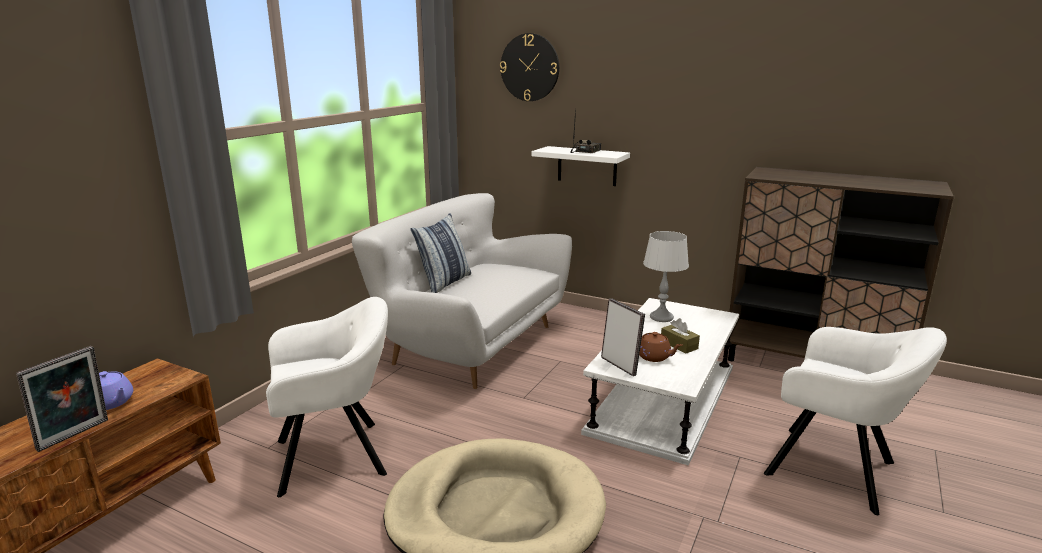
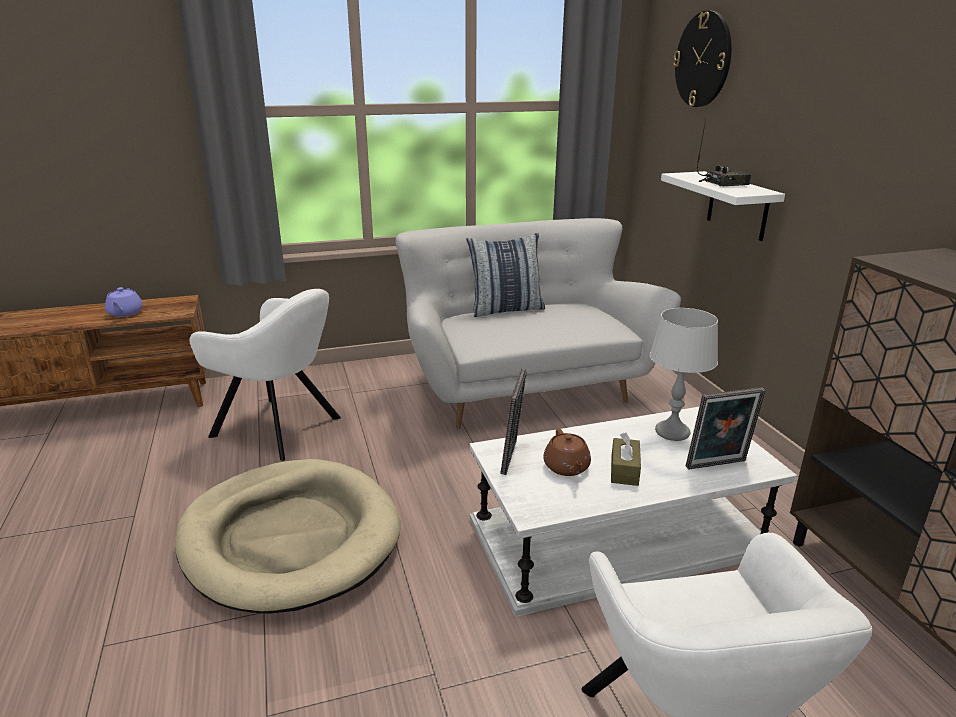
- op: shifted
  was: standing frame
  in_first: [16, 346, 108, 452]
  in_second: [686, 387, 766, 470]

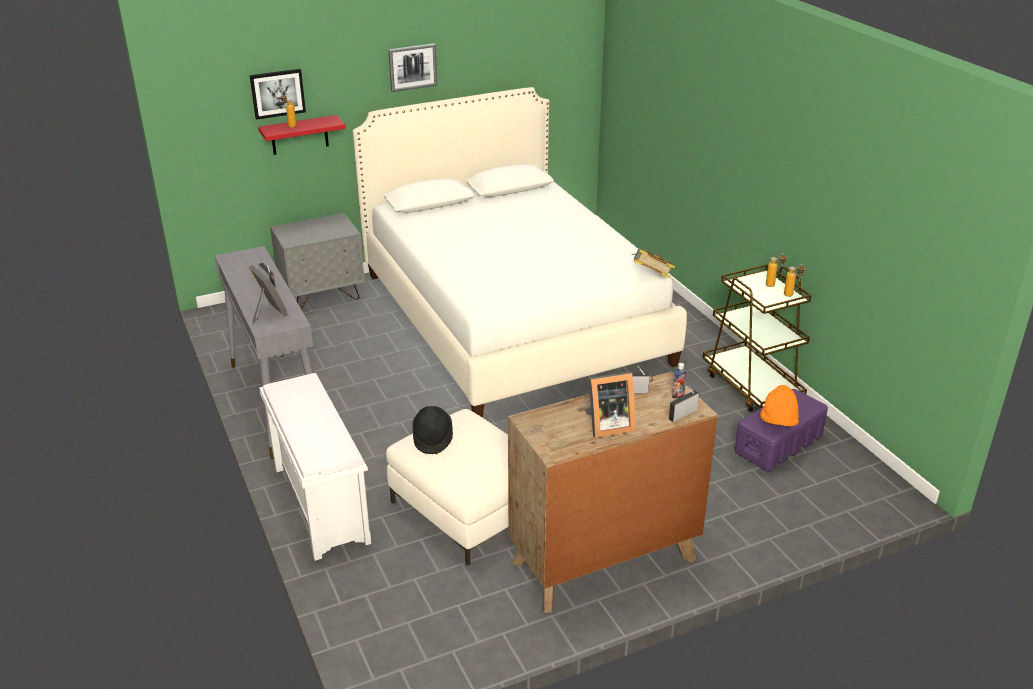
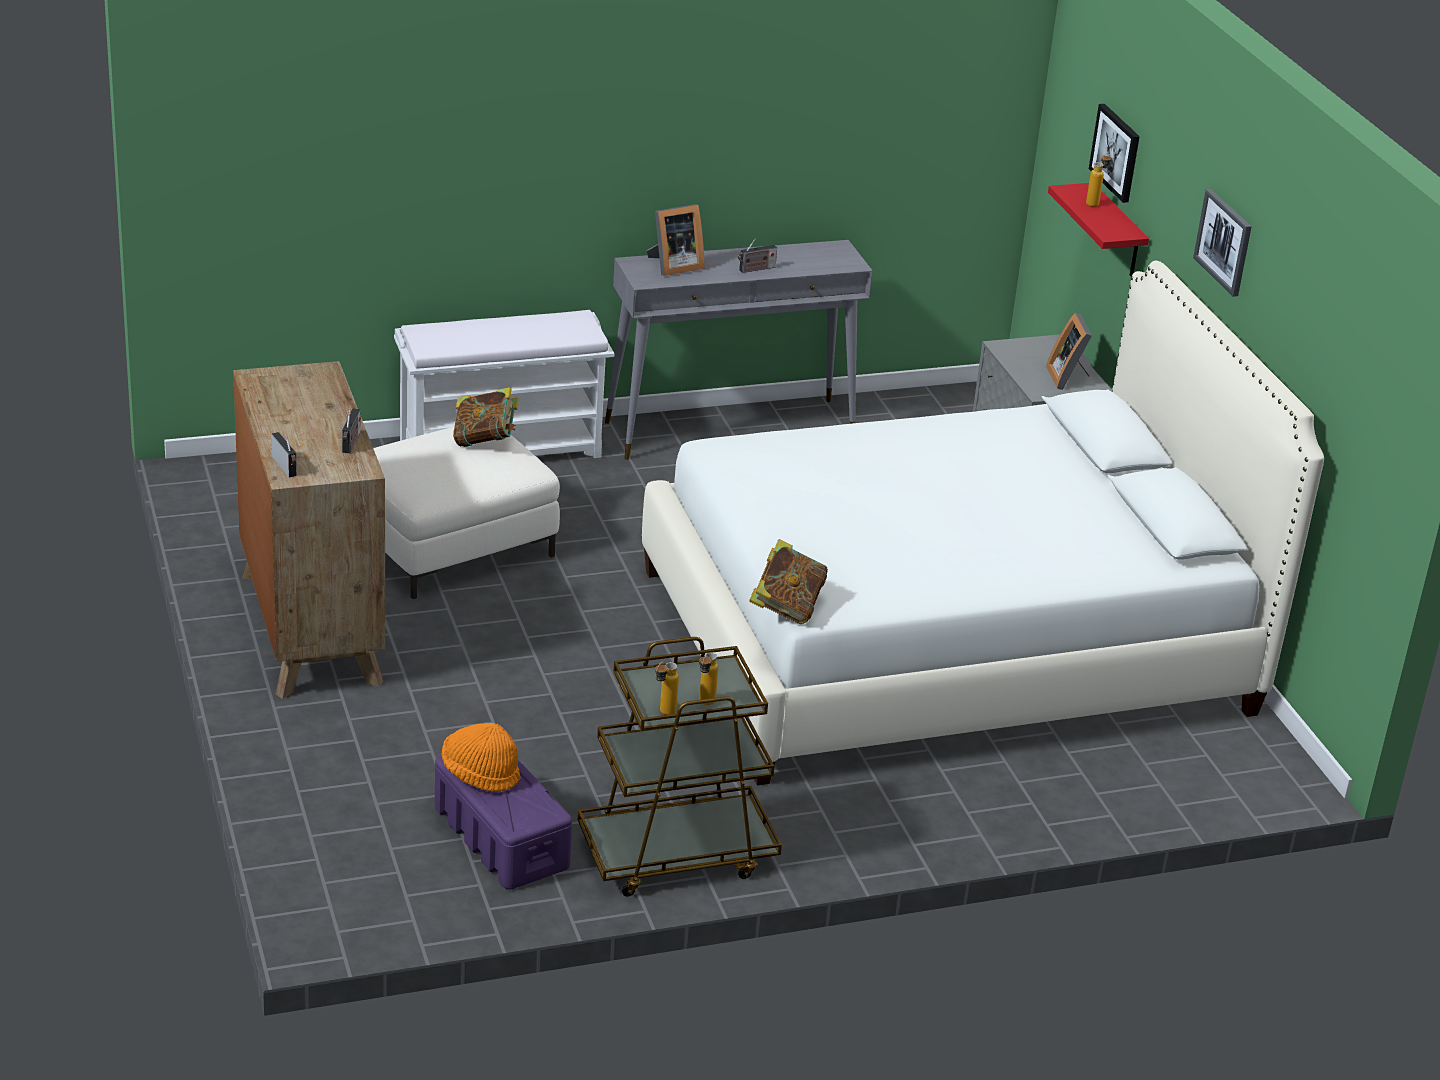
- op: gone
  was: bottle
  in_first: [672, 363, 687, 399]
- op: shifted
  was: standing frame
  in_first: [584, 372, 636, 438]
  in_second: [1046, 313, 1093, 390]
- op: swapped
  was: wearable hat (black)
  now: book
  in_first: [413, 406, 453, 454]
  in_second: [453, 387, 519, 447]

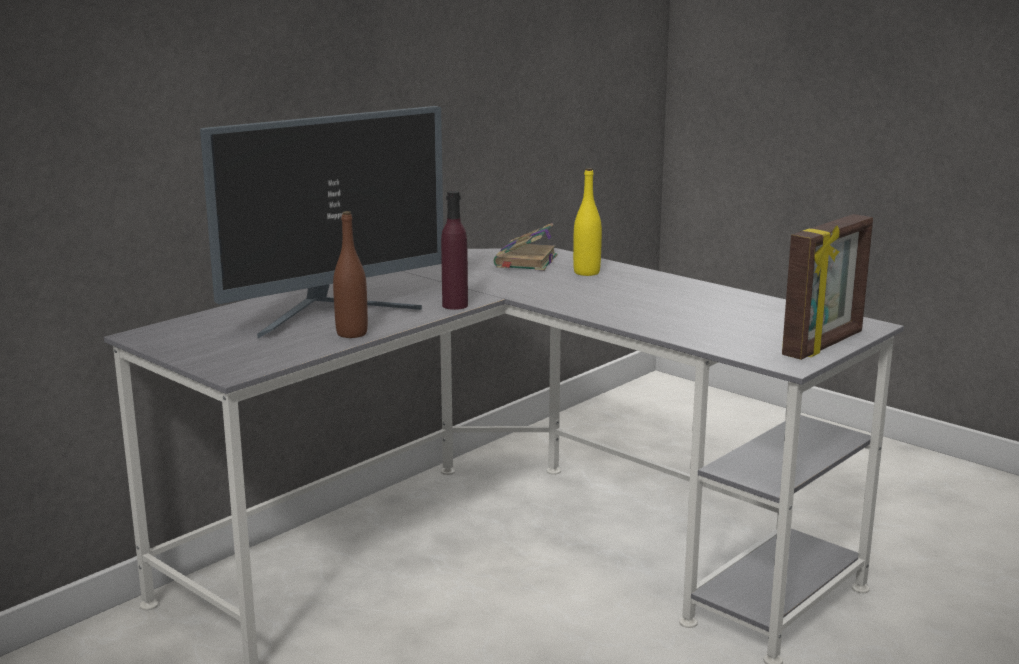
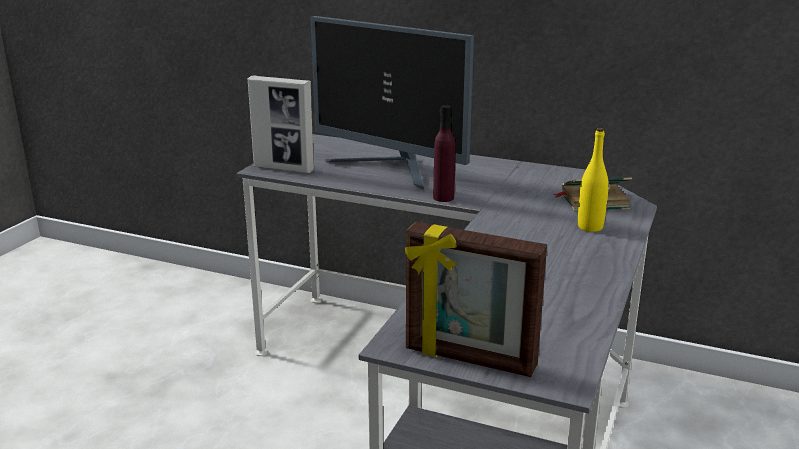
- op: gone
  was: bottle (brownish)
  in_first: [333, 211, 368, 338]
- op: new
  now: standing frame
  in_second: [248, 75, 314, 173]

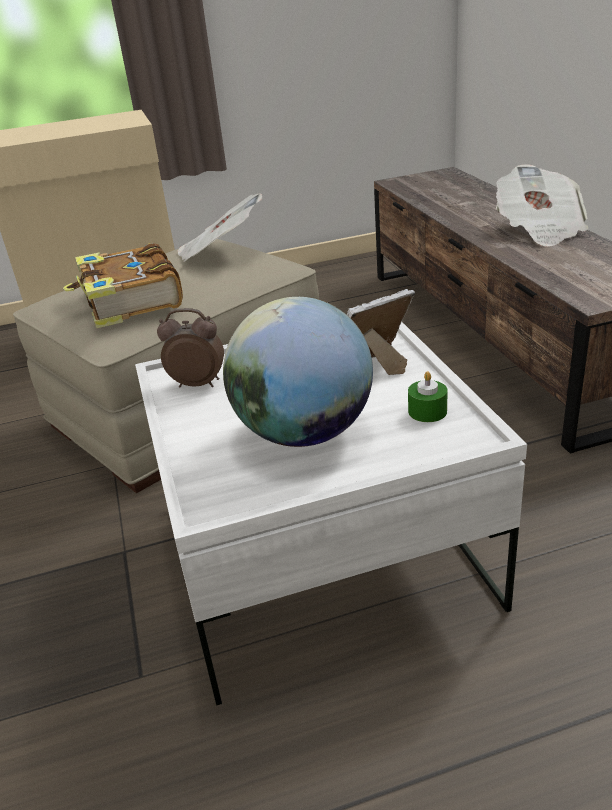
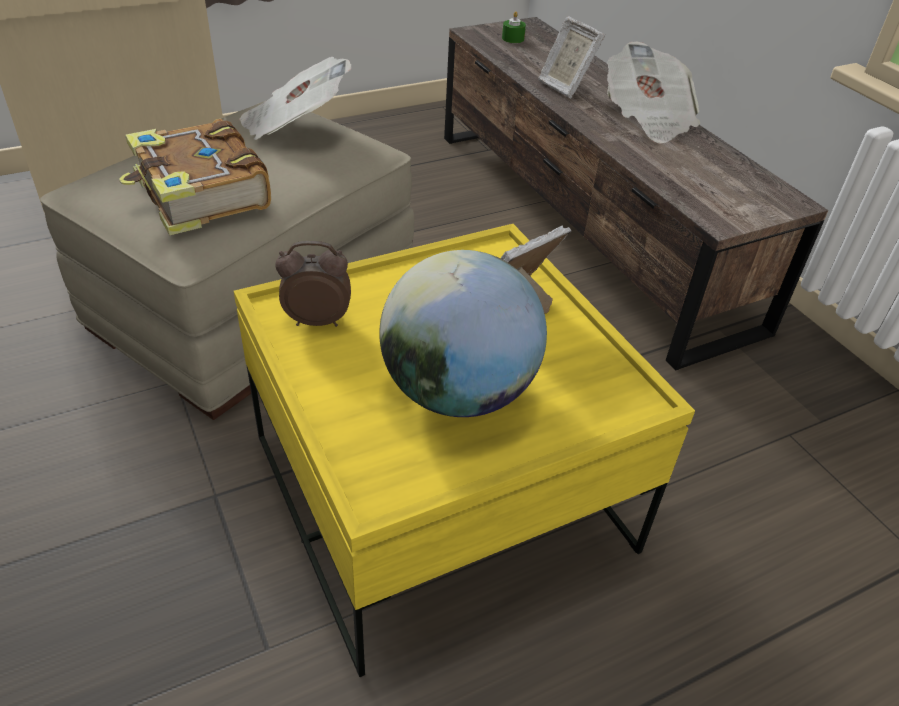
- op: repainted
  was: coffee table (white)
  now: coffee table (yellow)
  in_first: [135, 322, 527, 705]
  in_second: [234, 224, 695, 677]
- op: shifted
  was: candle (green-coloured)
  in_first: [408, 371, 448, 422]
  in_second: [502, 11, 526, 43]
- op: new
  now: standing frame
  in_second: [538, 16, 605, 98]

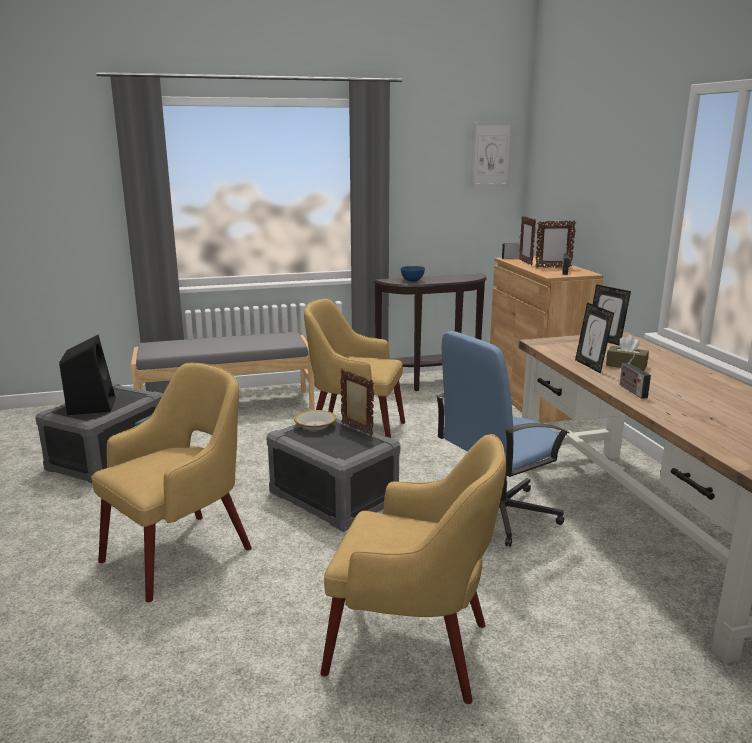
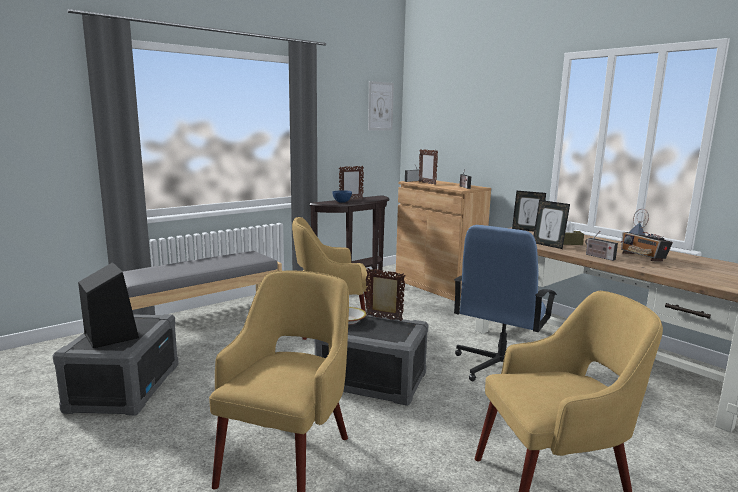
- op: shifted
  was: standing frame
  in_first: [535, 220, 576, 268]
  in_second: [339, 166, 364, 199]
- op: new
  now: radio
  in_second: [621, 209, 673, 261]

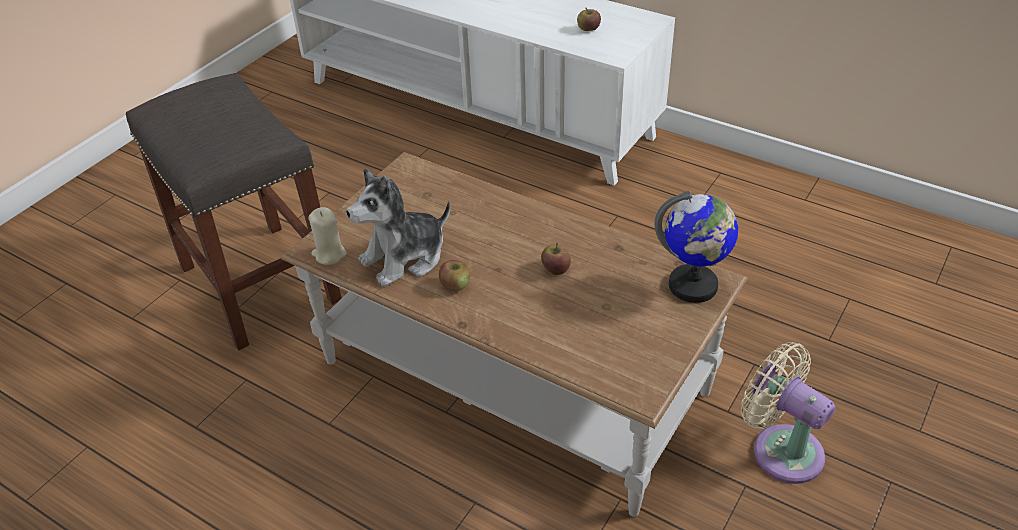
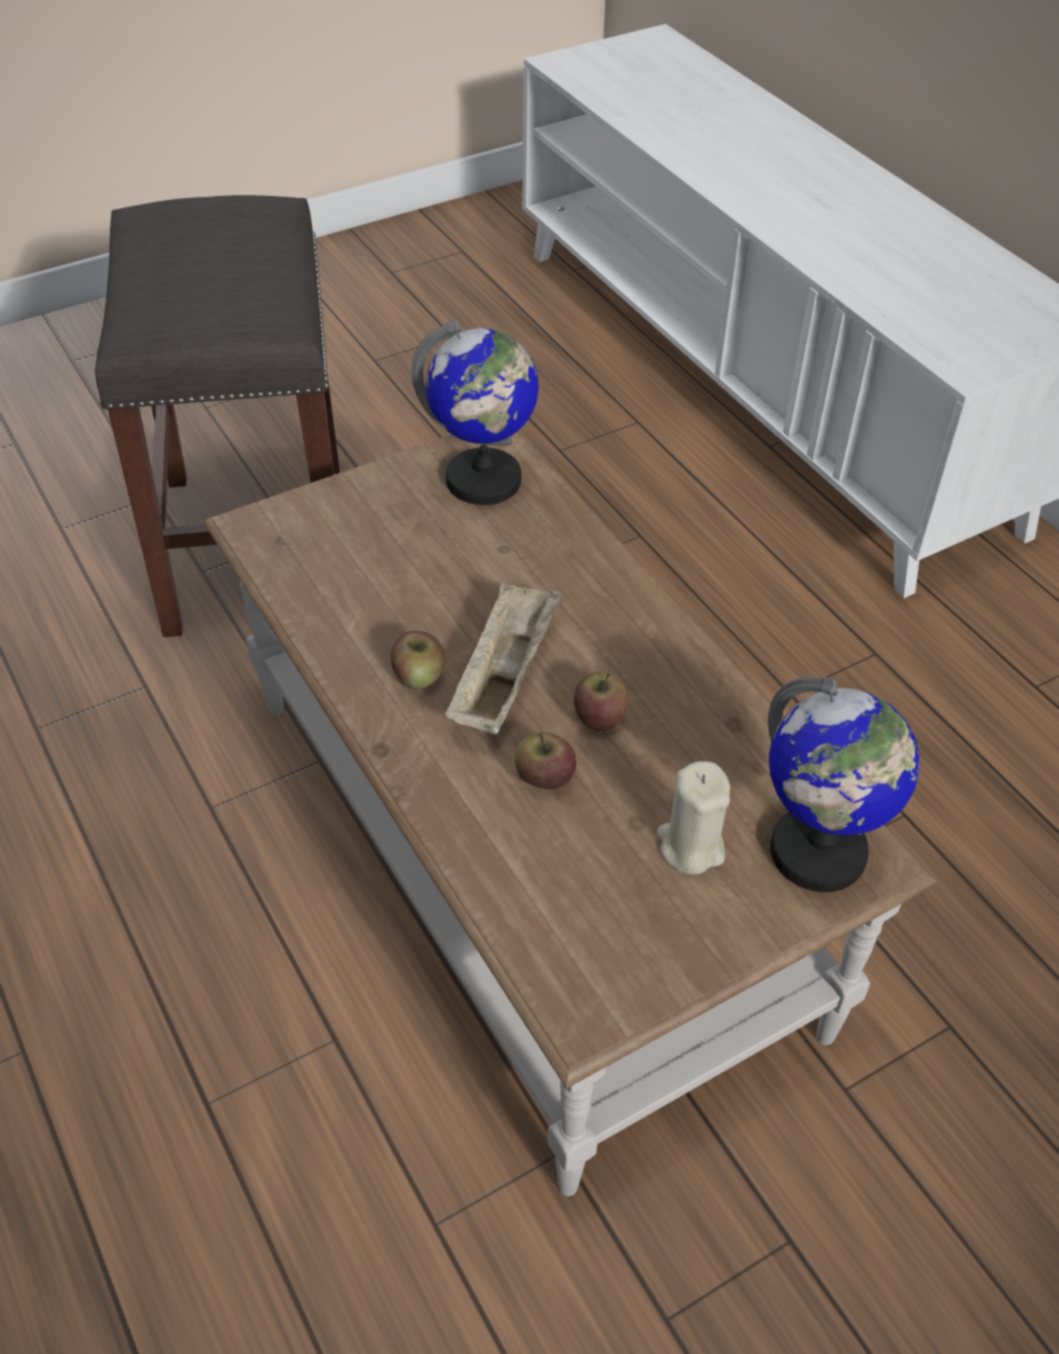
- op: shifted
  was: apple fruit
  in_first: [577, 8, 601, 31]
  in_second: [515, 732, 576, 789]
- op: gone
  was: soft toy
  in_first: [346, 168, 450, 287]
- op: shifted
  was: candle (beige)
  in_first: [308, 207, 347, 265]
  in_second: [657, 761, 730, 875]
- op: gone
  was: fan (beige)
  in_first: [741, 342, 835, 484]
- op: new
  now: world globe
  in_second: [412, 319, 539, 505]
- op: new
  now: tray (beige)
  in_second: [445, 582, 563, 734]

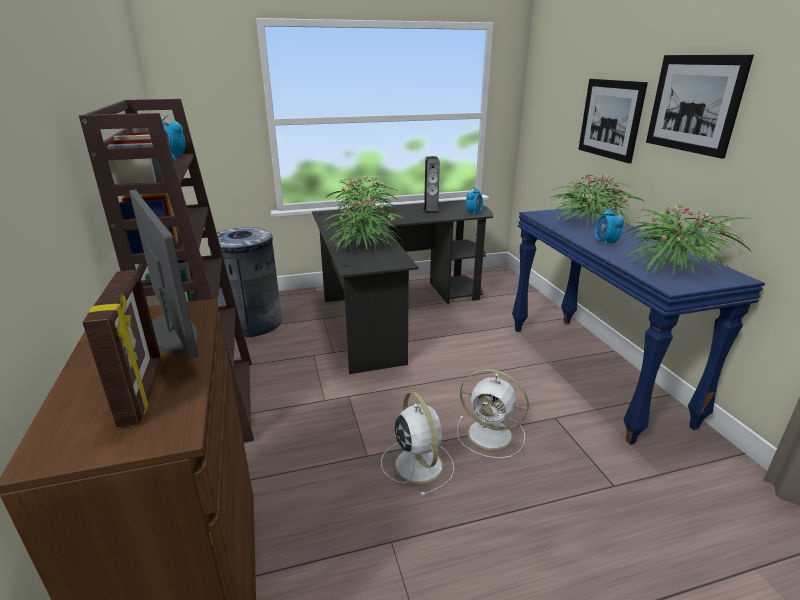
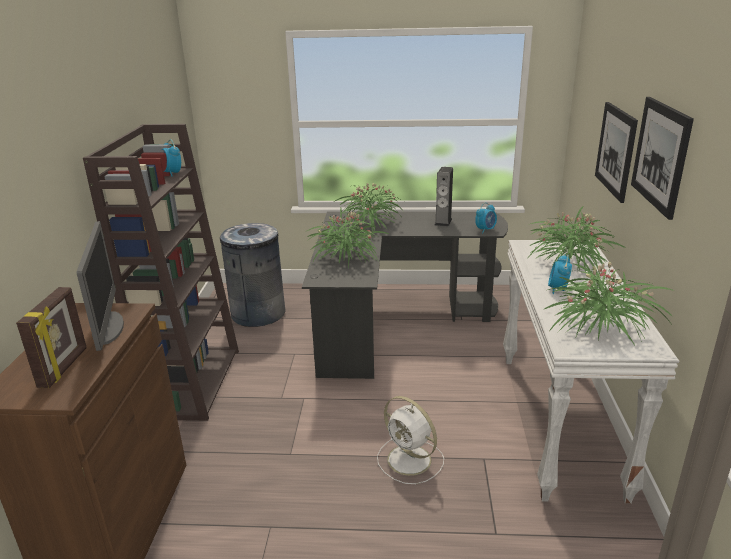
- op: repainted
  was: console table (blue-coloured)
  now: console table (white)
  in_first: [512, 207, 765, 445]
  in_second: [503, 240, 679, 504]
- op: gone
  was: fan (white)
  in_first: [381, 392, 454, 496]

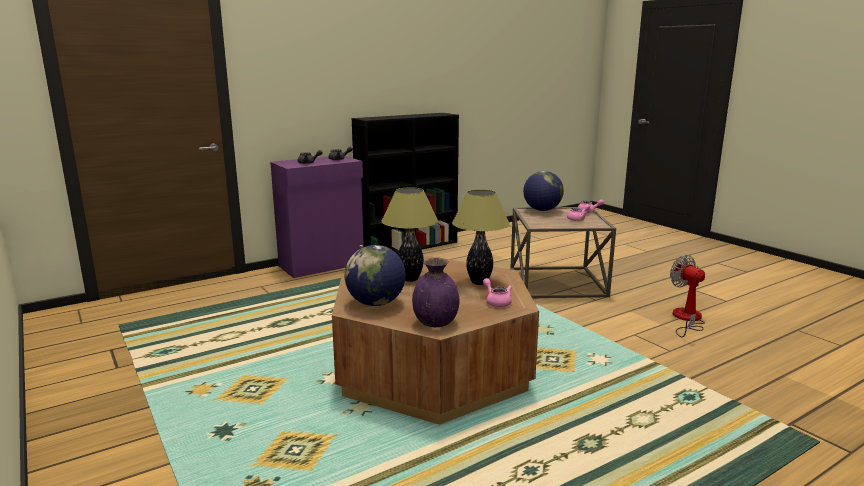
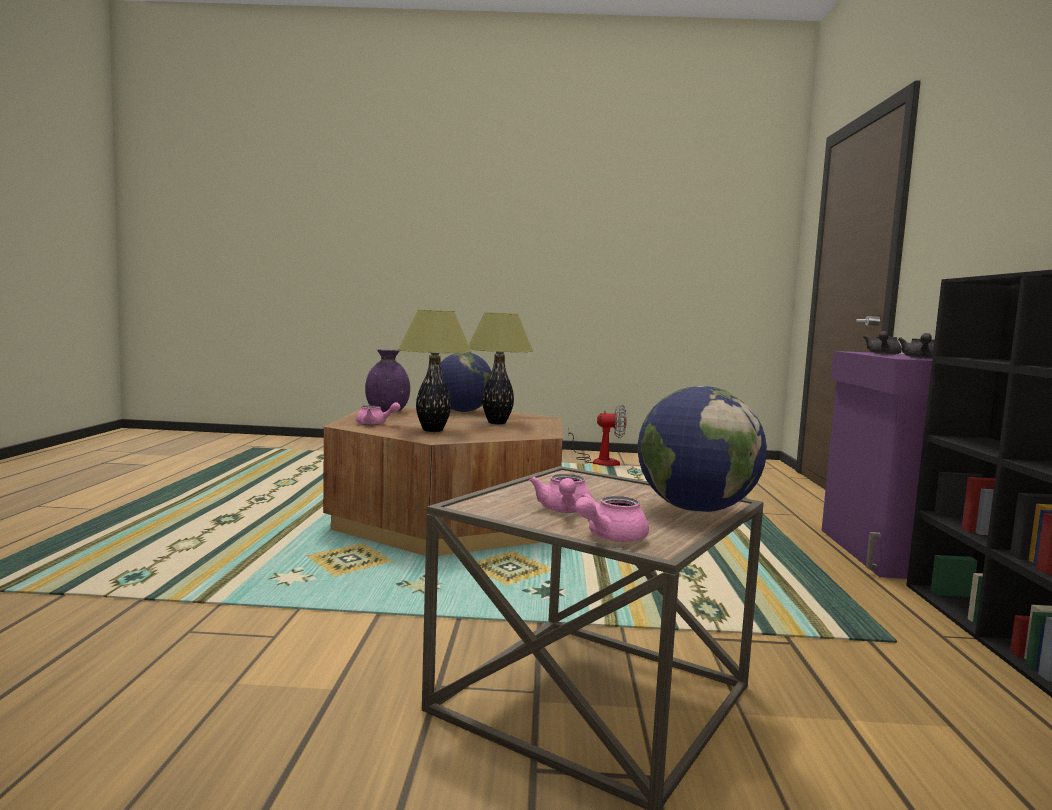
- op: shifted
  was: fan
  in_first: [670, 255, 705, 337]
  in_second: [568, 404, 627, 466]

